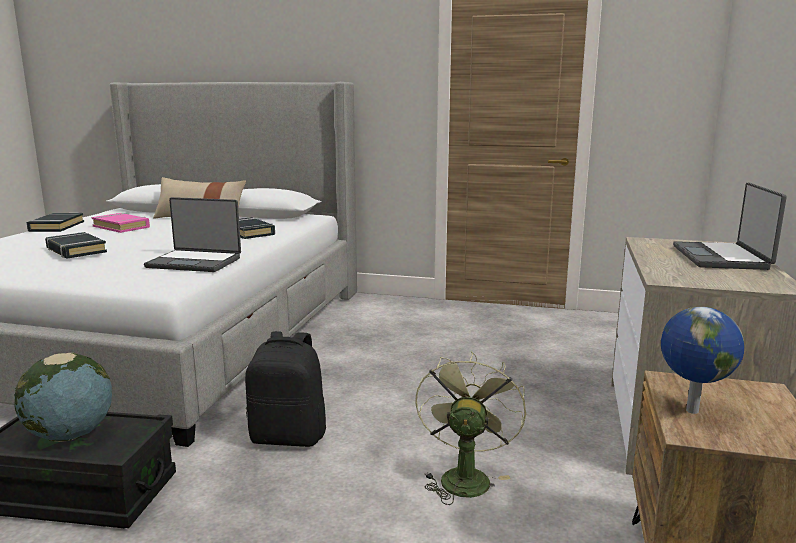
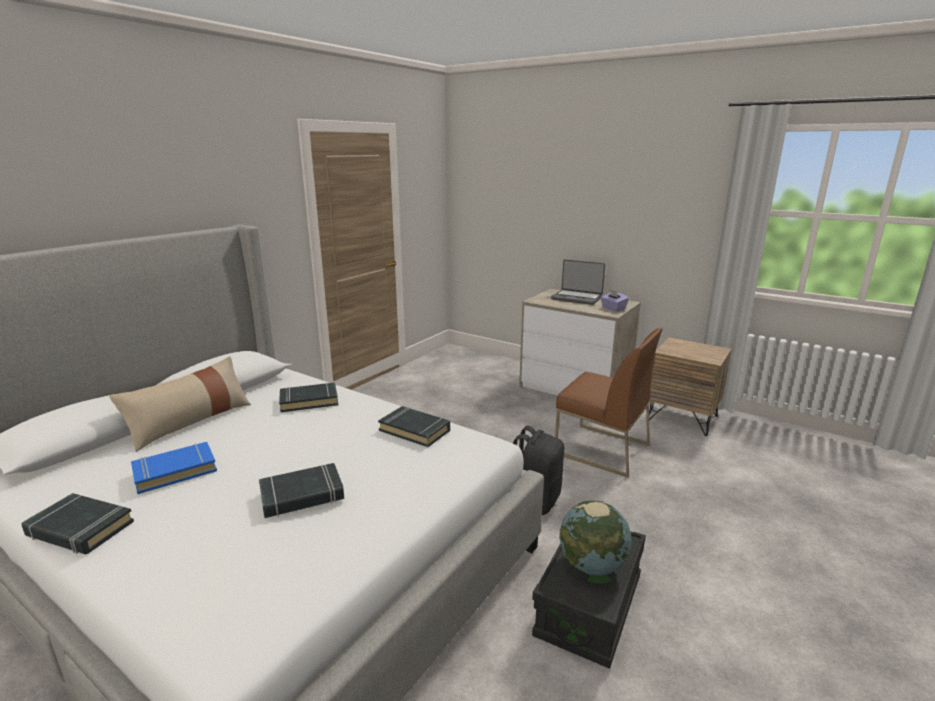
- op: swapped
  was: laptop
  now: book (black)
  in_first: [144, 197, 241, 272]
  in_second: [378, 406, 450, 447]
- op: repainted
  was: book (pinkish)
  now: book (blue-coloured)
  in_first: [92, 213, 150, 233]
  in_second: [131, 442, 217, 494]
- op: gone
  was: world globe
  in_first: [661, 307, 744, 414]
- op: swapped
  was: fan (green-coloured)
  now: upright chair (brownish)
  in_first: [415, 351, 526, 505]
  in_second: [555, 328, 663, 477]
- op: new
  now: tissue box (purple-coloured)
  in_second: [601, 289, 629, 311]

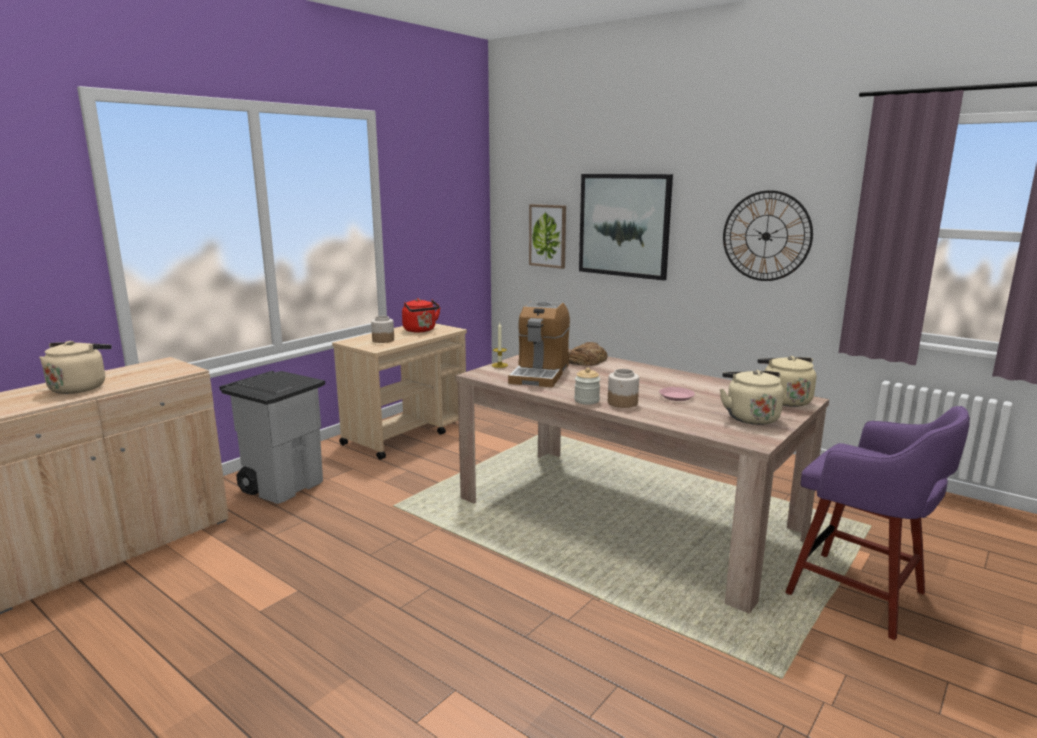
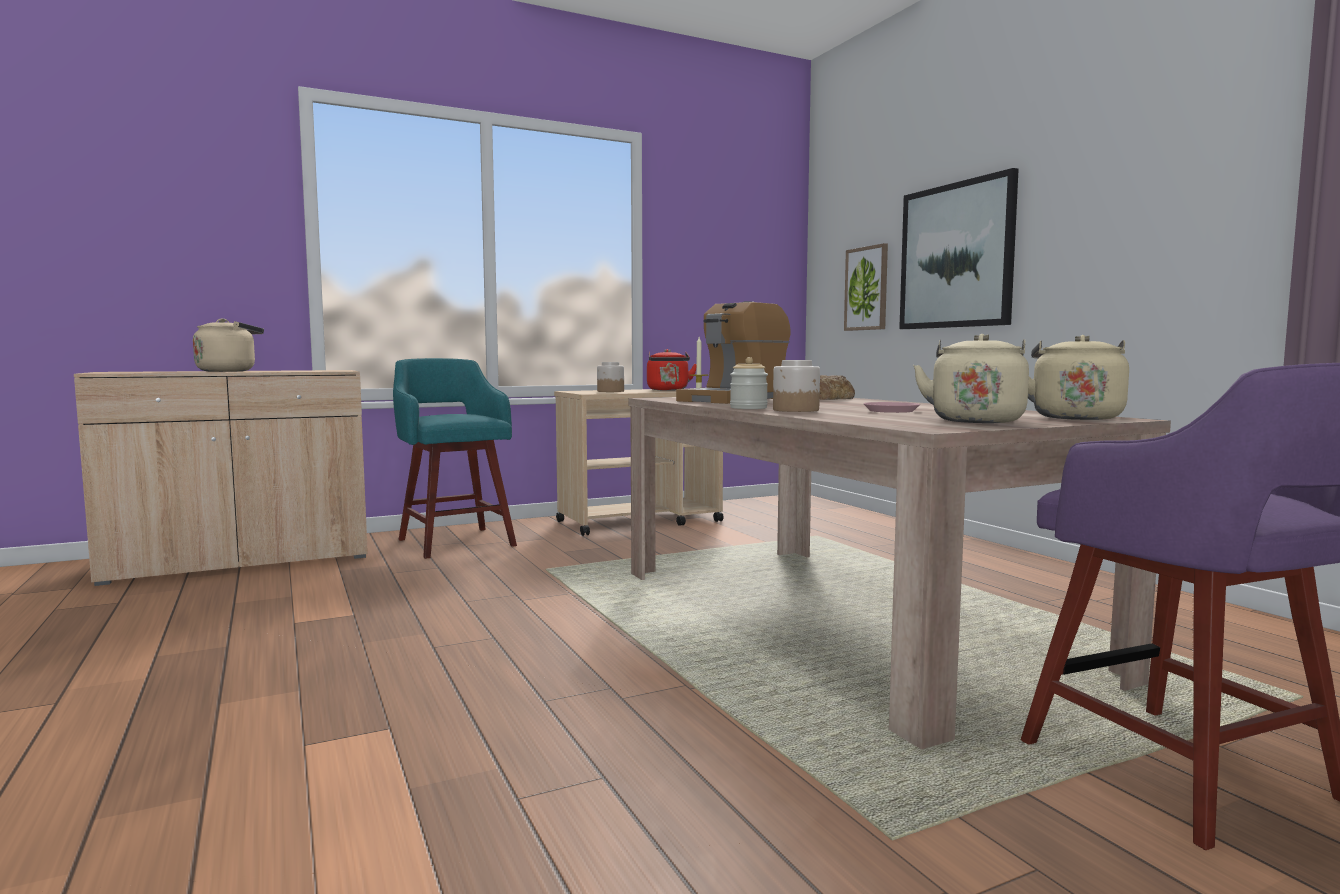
- op: gone
  was: wall clock
  in_first: [723, 190, 813, 281]
- op: swapped
  was: waste bin (gray)
  now: stool seat (turquoise-coloured)
  in_first: [219, 371, 325, 504]
  in_second: [393, 358, 517, 559]

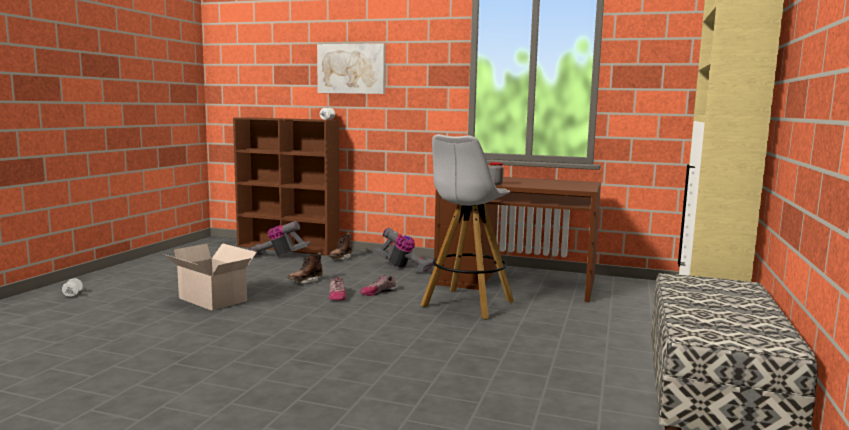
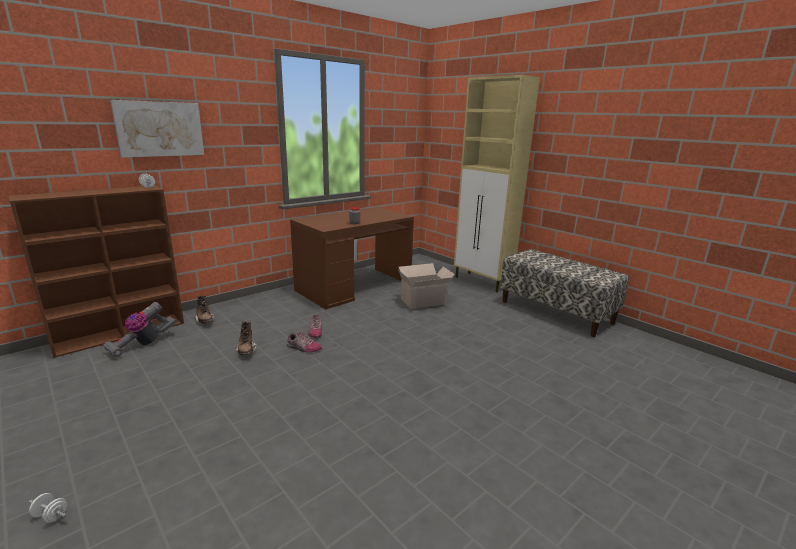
- op: gone
  was: stool seat (white)
  in_first: [421, 134, 514, 319]
- op: gone
  was: vacuum
  in_first: [372, 227, 434, 273]
- op: shifted
  was: cardboard box
  in_first: [164, 243, 257, 311]
  in_second: [398, 263, 455, 309]

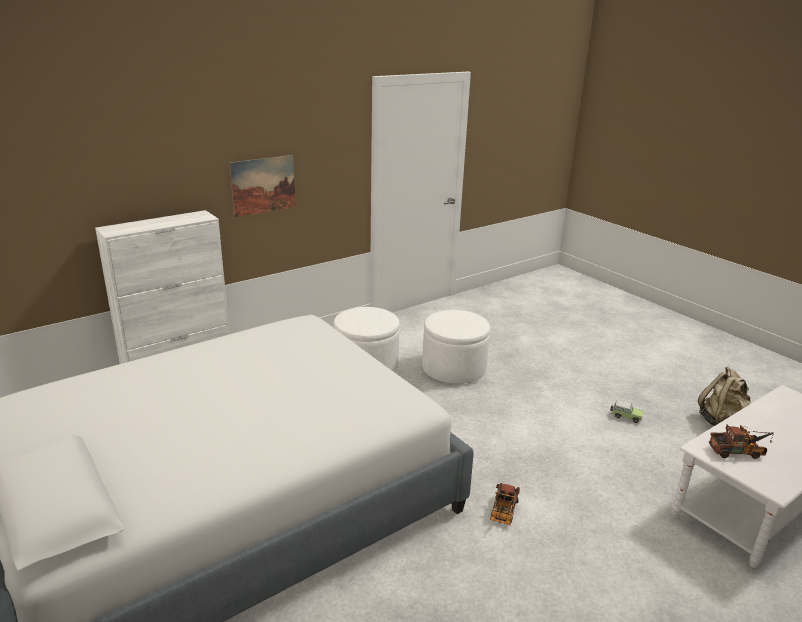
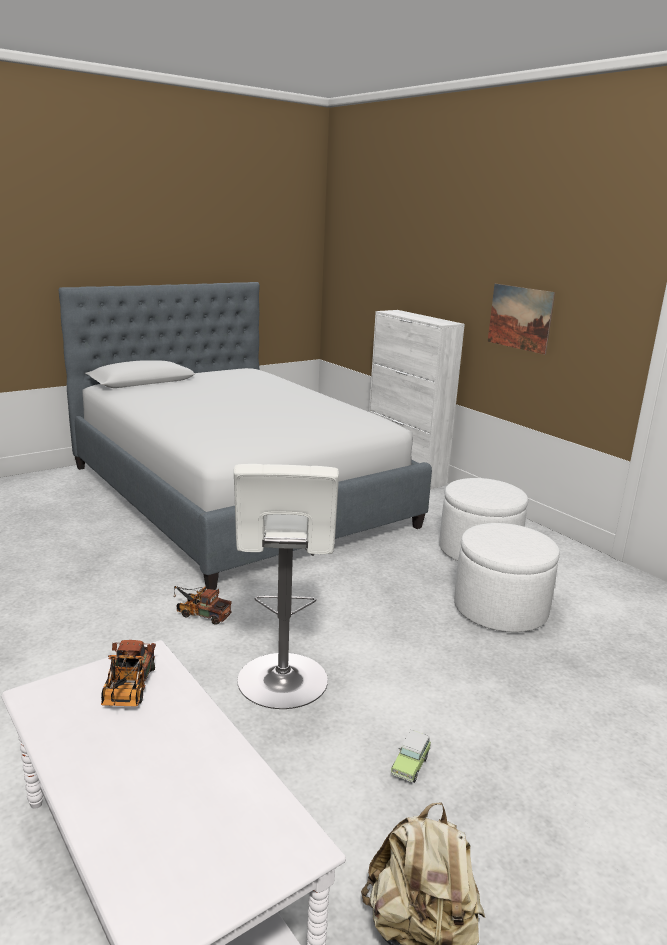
- op: new
  now: stool seat (white)
  in_second: [234, 464, 339, 709]

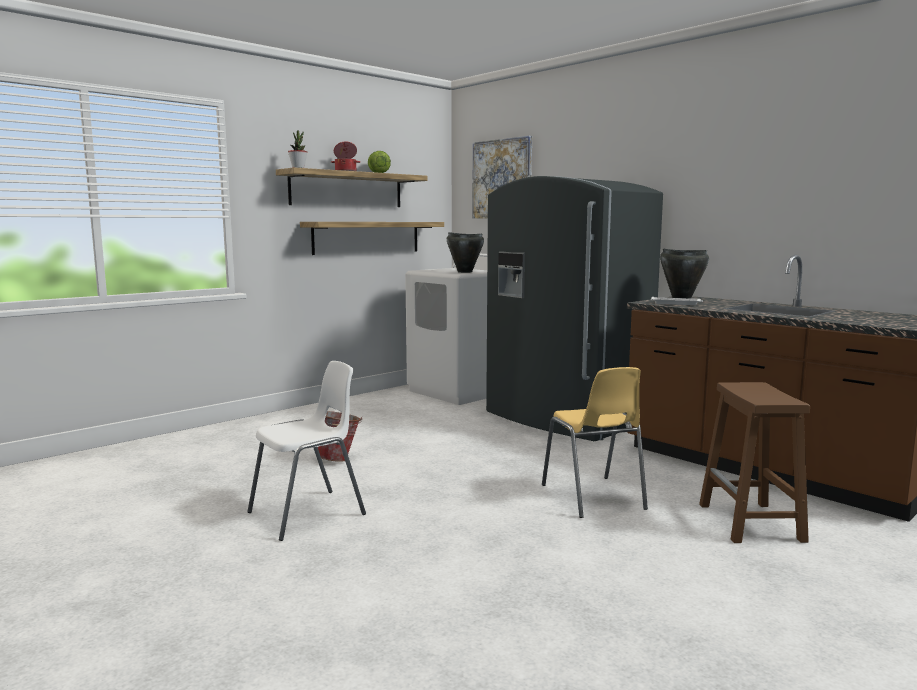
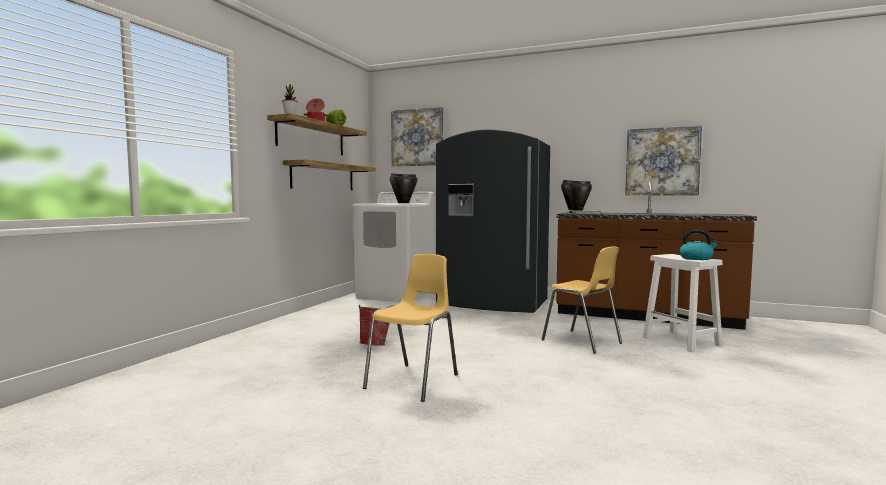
- op: repainted
  was: upright chair (white)
  now: upright chair (yellow)
  in_first: [247, 361, 366, 541]
  in_second: [363, 254, 458, 402]
- op: repainted
  was: stool seat (brownish)
  now: stool seat (white)
  in_first: [699, 382, 810, 543]
  in_second: [643, 254, 723, 352]
- op: new
  now: wall art
  in_second: [625, 126, 702, 196]
- op: new
  now: water kettle
  in_second: [680, 230, 719, 260]

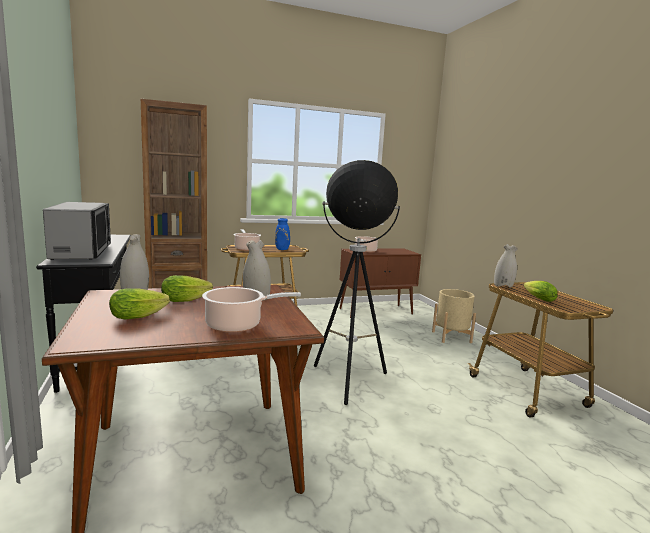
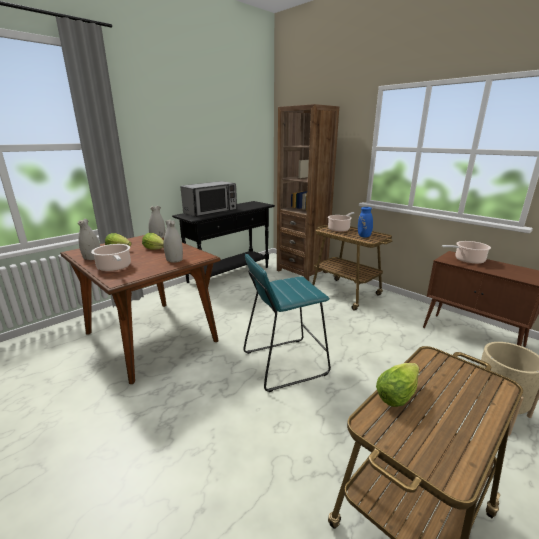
- op: swapped
  was: standard lamp
  now: stool seat (turquoise-coloured)
  in_first: [314, 160, 400, 405]
  in_second: [243, 254, 331, 392]
- op: shifted
  was: flower vase (white)
  in_first: [494, 244, 518, 288]
  in_second: [78, 219, 100, 260]

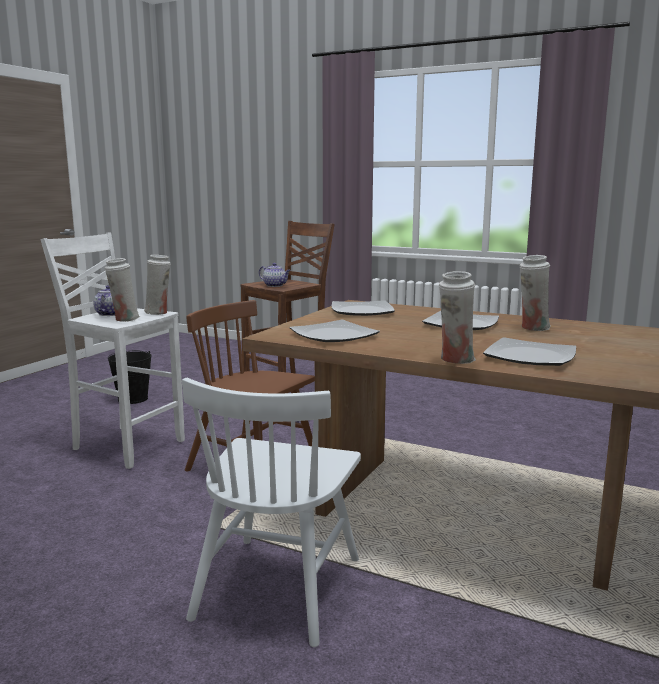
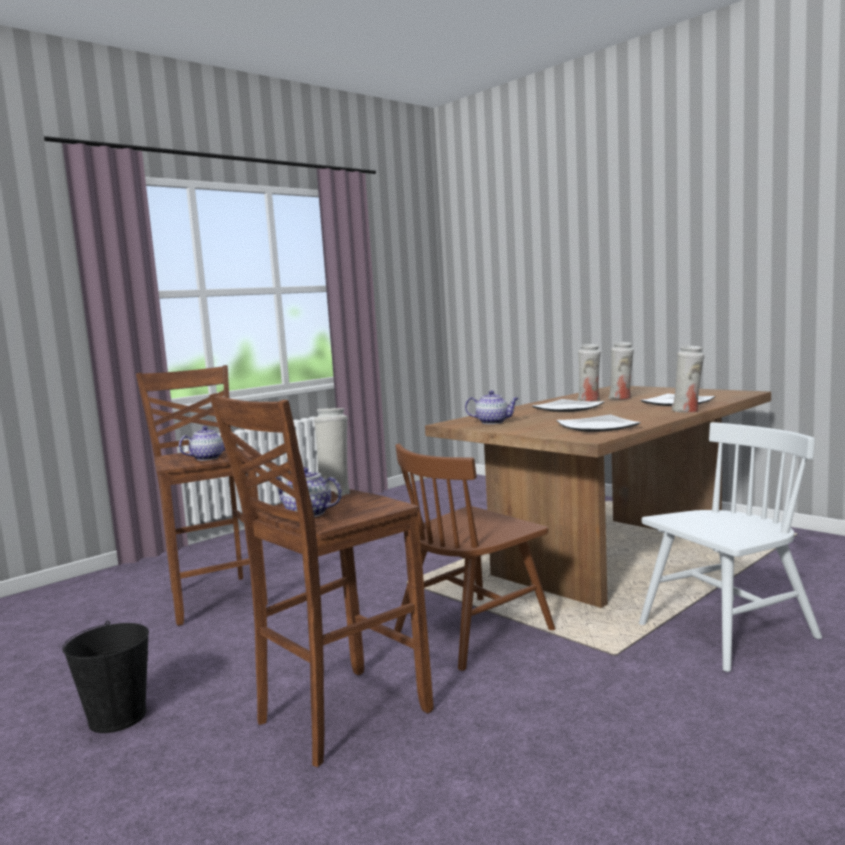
- op: repainted
  was: stool seat (white)
  now: stool seat (brownish)
  in_first: [40, 233, 185, 469]
  in_second: [209, 393, 433, 767]
- op: shifted
  was: flower vase (white)
  in_first: [105, 258, 141, 322]
  in_second: [608, 342, 634, 399]
- op: swapped
  was: plate
  now: tea pot
  in_first: [332, 300, 395, 316]
  in_second: [465, 390, 519, 424]
- op: rotated
  was: upright chair (white)
  in_first: [182, 378, 361, 647]
  in_second: [639, 422, 822, 672]
  clockwise: -60

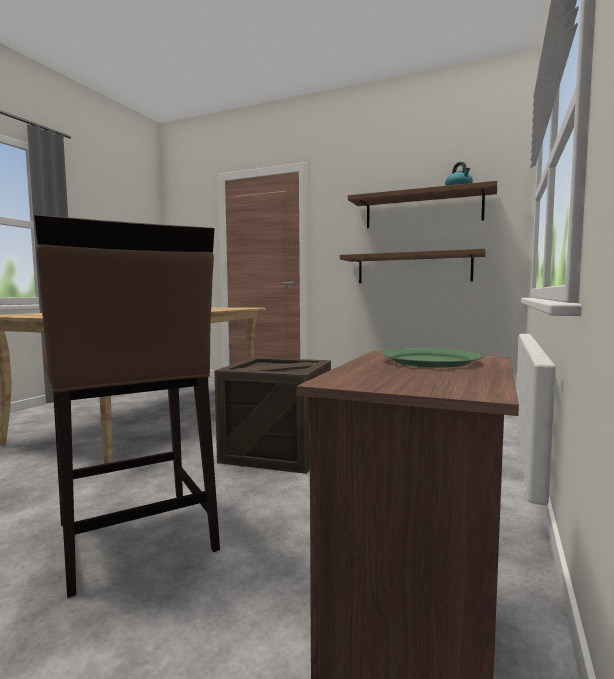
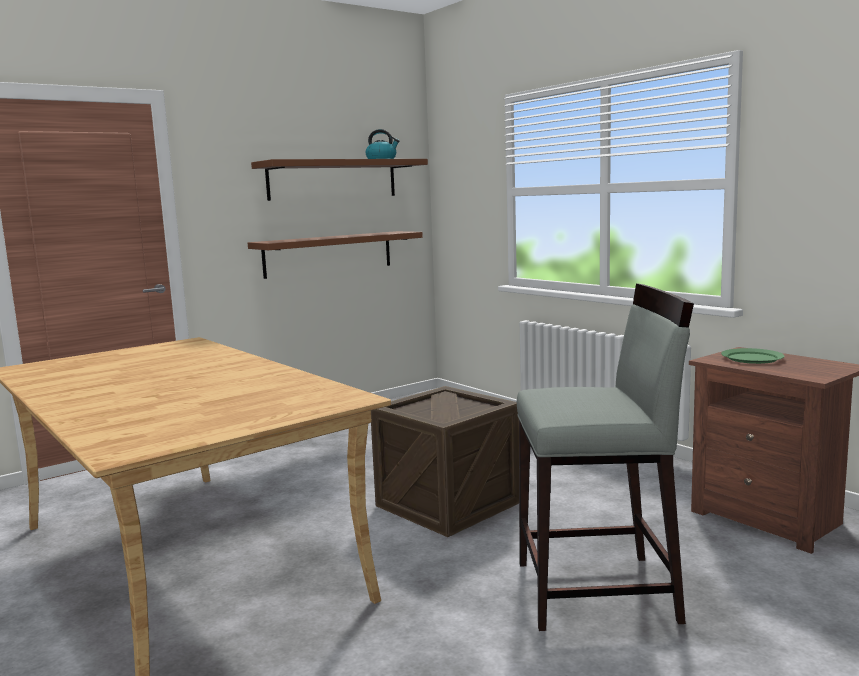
- op: repainted
  was: stool seat (brownish)
  now: stool seat (gray)
  in_first: [34, 215, 220, 598]
  in_second: [517, 283, 694, 631]

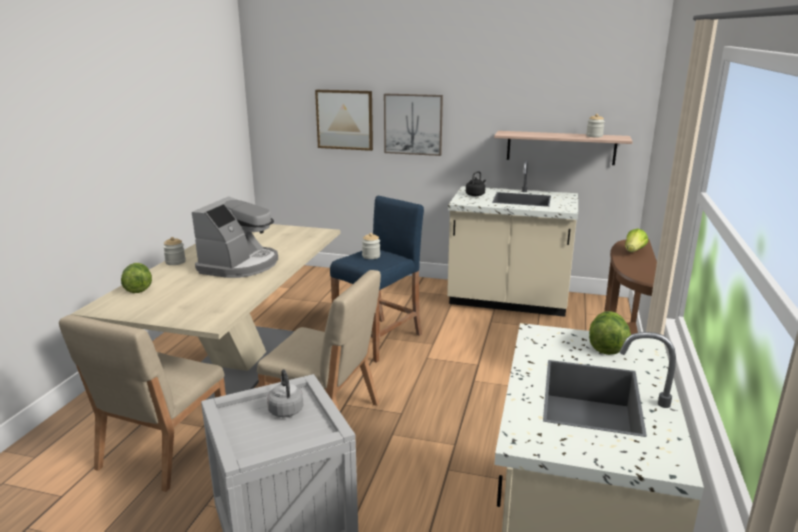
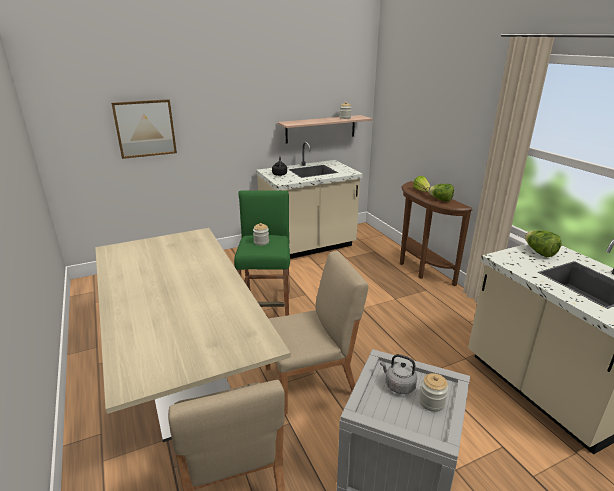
- op: gone
  was: wall art
  in_first: [384, 94, 443, 156]
- op: gone
  was: coffee brewer
  in_first: [192, 196, 278, 278]
- op: repainted
  was: stool seat (blue-coloured)
  now: stool seat (green-coloured)
  in_first: [330, 196, 424, 363]
  in_second: [234, 190, 290, 316]
- op: shifted
  was: jar
  in_first: [163, 237, 186, 265]
  in_second: [419, 373, 449, 412]
- op: shifted
  was: lettuce head
  in_first: [121, 263, 152, 293]
  in_second: [428, 184, 454, 202]

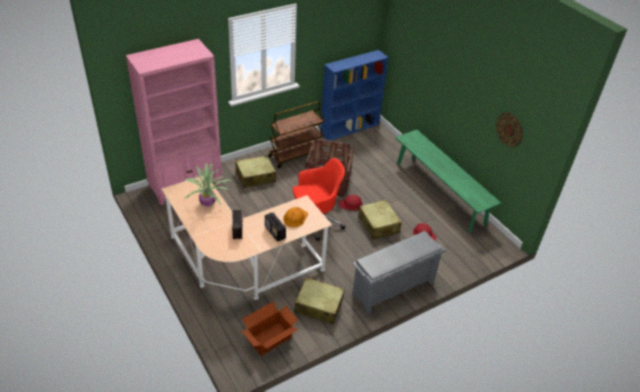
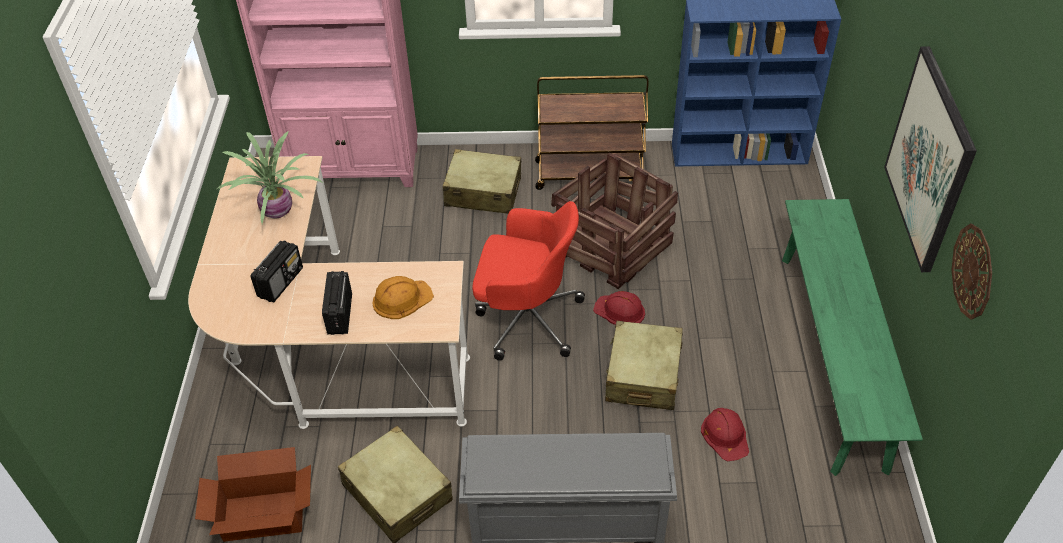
- op: new
  now: wall art
  in_second: [884, 46, 977, 272]

